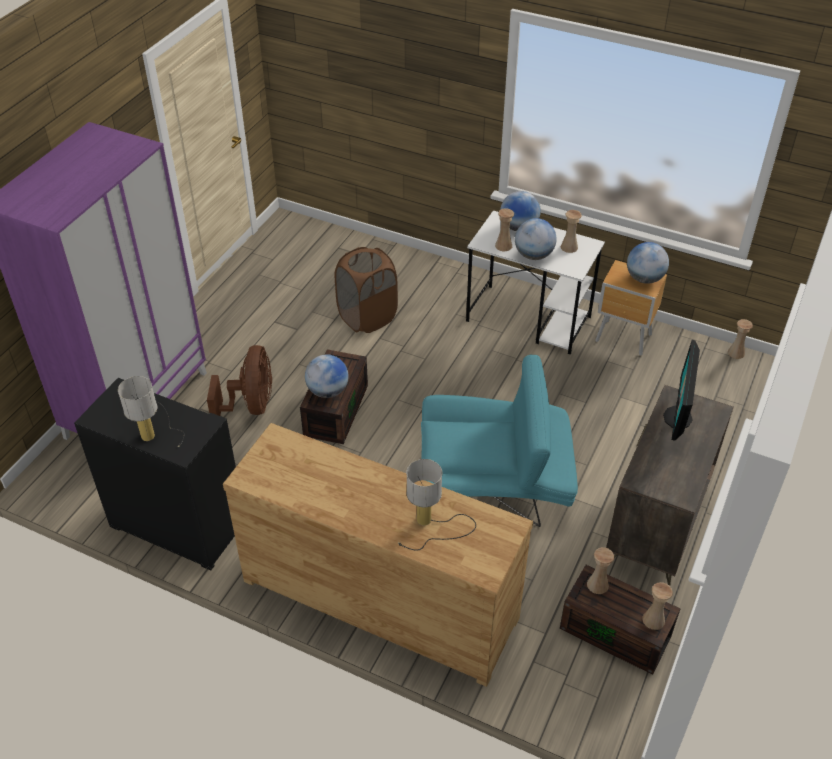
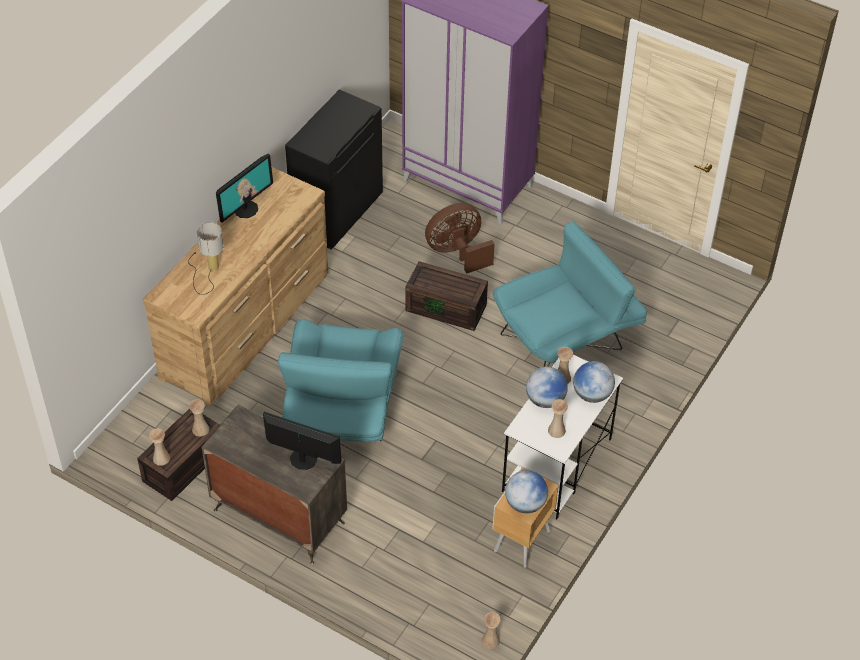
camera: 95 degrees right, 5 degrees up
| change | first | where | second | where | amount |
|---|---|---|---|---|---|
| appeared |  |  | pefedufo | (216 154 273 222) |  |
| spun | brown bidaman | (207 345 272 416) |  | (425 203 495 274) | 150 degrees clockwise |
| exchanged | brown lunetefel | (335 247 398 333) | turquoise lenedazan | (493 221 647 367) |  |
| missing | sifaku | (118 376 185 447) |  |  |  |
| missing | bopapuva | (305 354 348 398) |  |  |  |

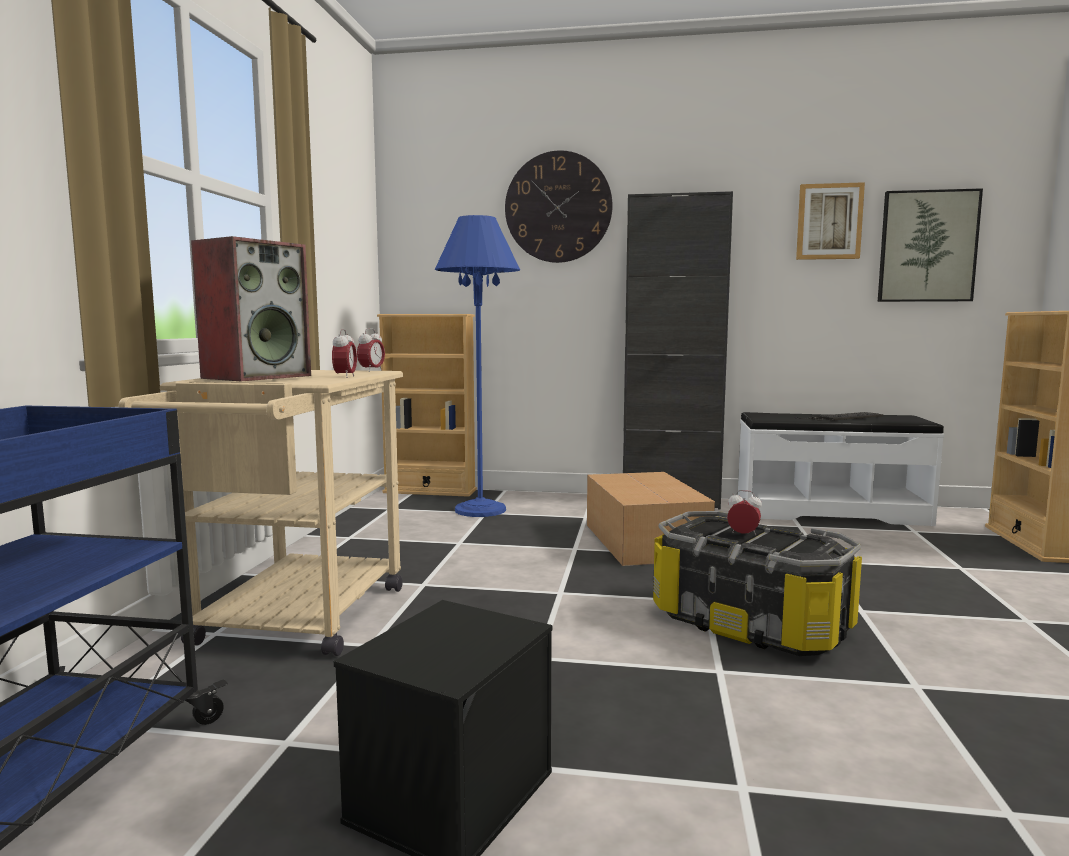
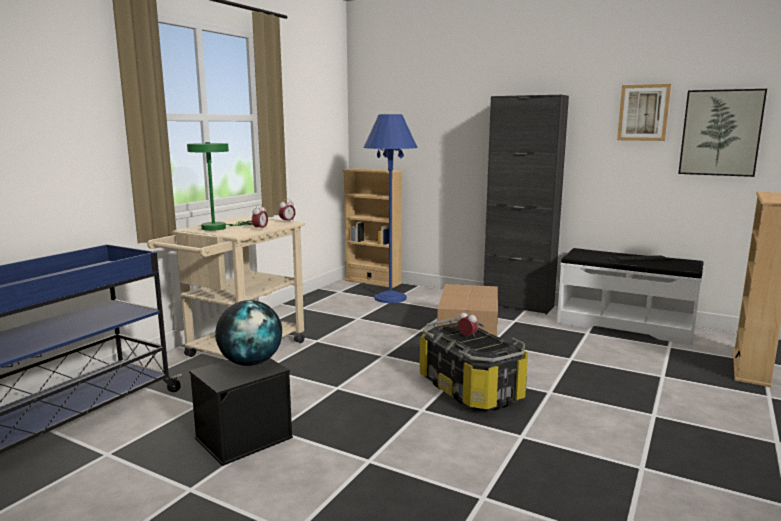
camera: 20 degrees right, 5 degrees up
| change | first | where | second | where | amount |
|---|---|---|---|---|---|
| exchanged | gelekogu | (191 236 311 381) | green sifaku | (187 142 253 231) |  |
| appeared |  |  | bopapuva | (215 300 282 366) |  |
| missing | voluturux | (505 150 612 263) |  |  |  |

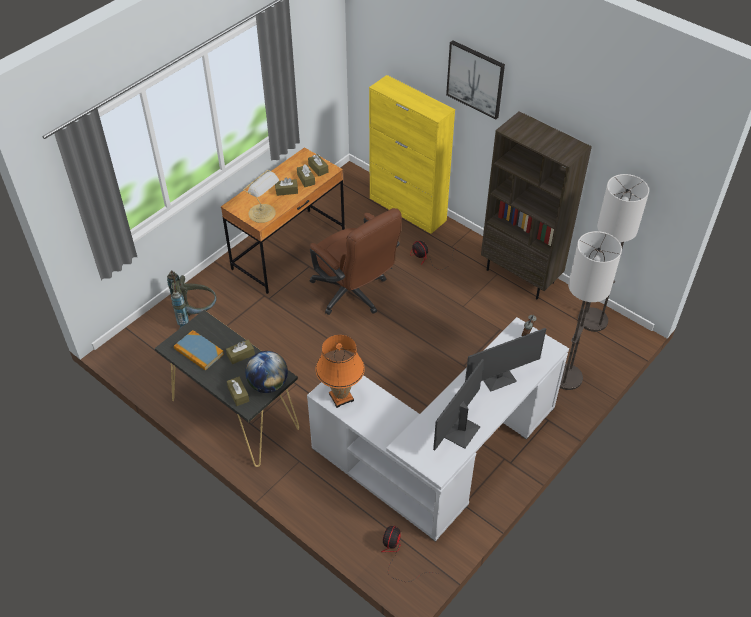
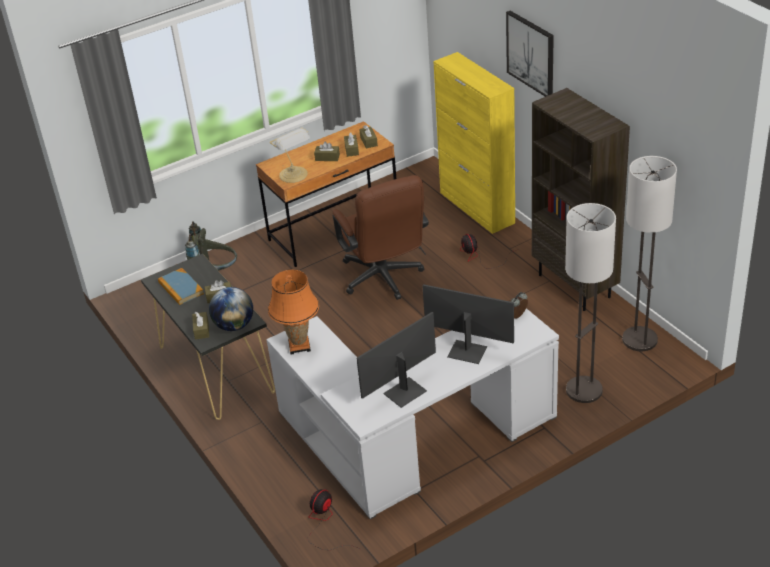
camera: 20 degrees right, 10 degrees down
| change | first | where | second | where | amount |
|---|---|---|---|---|---|
| spun | pefedufo | (465 328 546 392) |  | (422 284 514 364) | 150 degrees counterclockwise |

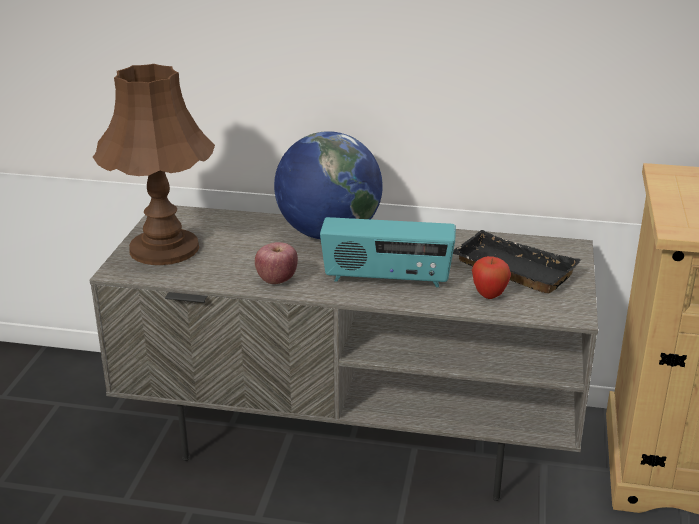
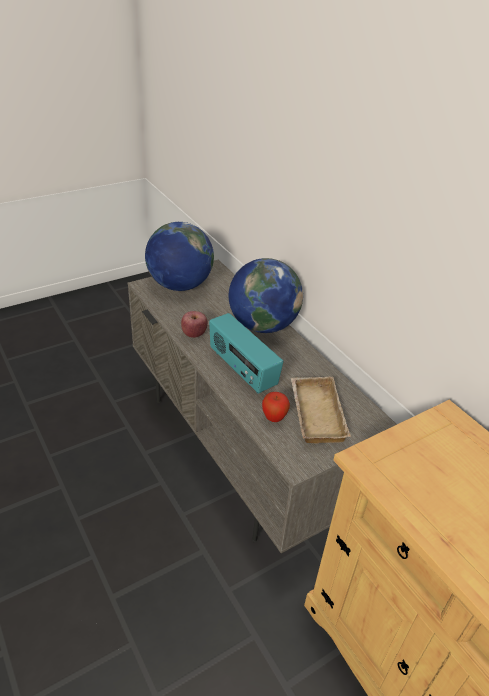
camera: 45 degrees right, 10 degrees up
| change | first | where | second | where | amount |
|---|---|---|---|---|---|
| exchanged | brown sifaku | (93 64 215 265) | bopapuva | (145 222 214 291) |  |
| colour | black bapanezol | (453 230 581 294) | beige bapanezol | (291 377 351 444) |  |

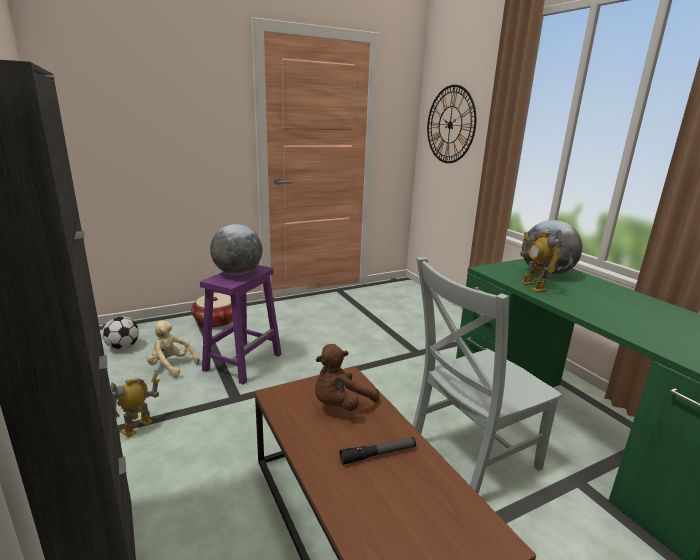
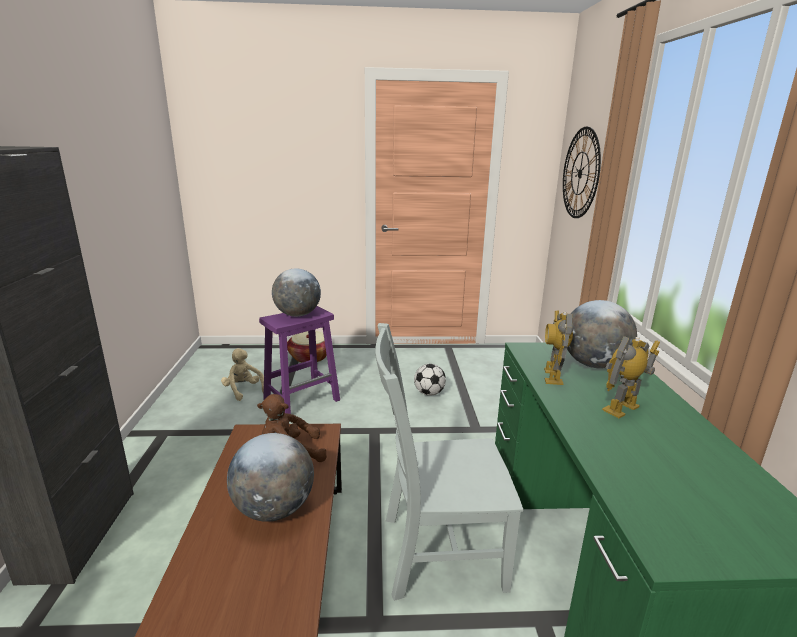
camera: 25 degrees right, 0 degrees up
| change | first | where | second | where | amount |
|---|---|---|---|---|---|
| exchanged | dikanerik | (340 437 416 465) | bopapuva | (227 433 314 522) |  |
| relocated | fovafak | (102 316 139 350) |  | (414 364 446 396) |  |
| relocated | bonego | (110 373 160 437) |  | (602 336 660 418) |  |

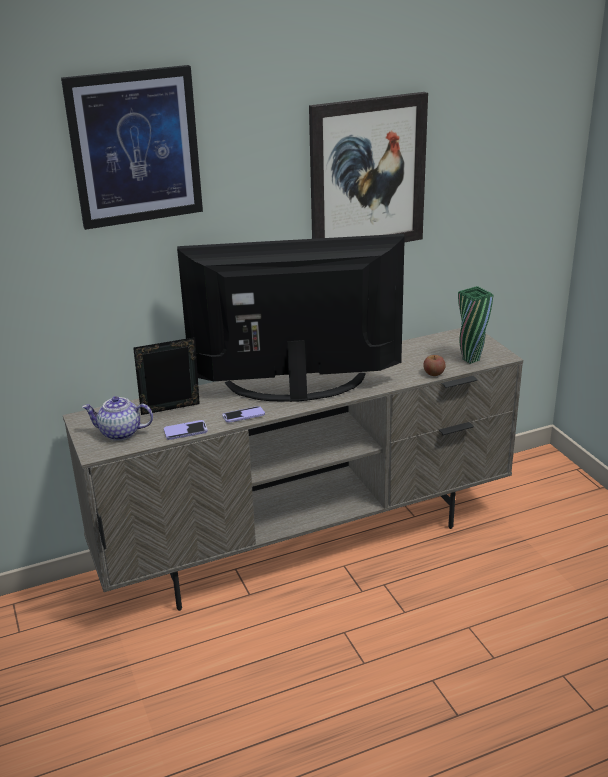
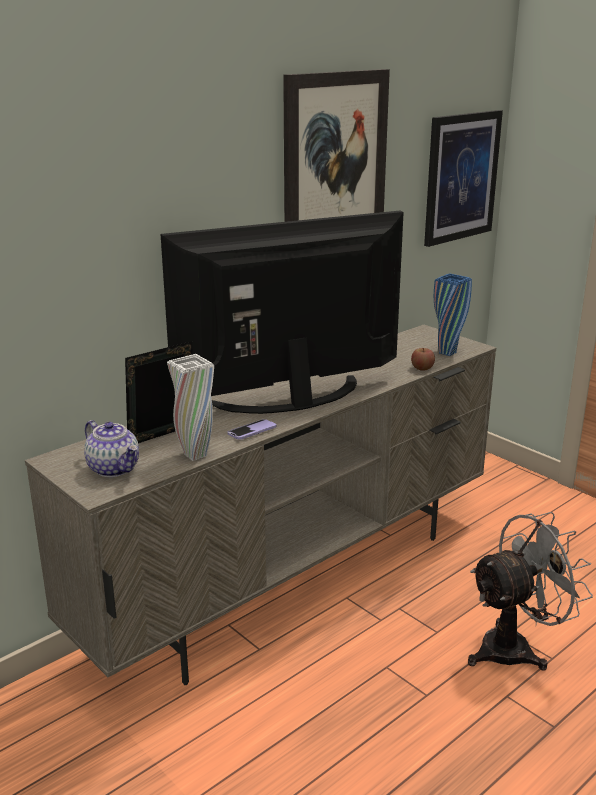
camera: 20 degrees left, 5 degrees down
| change | first | where | second | where | amount |
|---|---|---|---|---|---|
| spun | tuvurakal | (82 396 153 441) |  | (84 420 139 477) | 120 degrees counterclockwise |
| exchanged | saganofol | (164 420 208 440) | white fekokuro | (167 354 214 461) |  |
| relocated | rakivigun | (61 65 203 230) |  | (424 110 503 247) |  |
| colour | green fekokuro | (458 286 493 364) | blue fekokuro | (434 273 472 356) |  |
| appeared |  |  | grey bidaman | (468 512 593 670) |  |

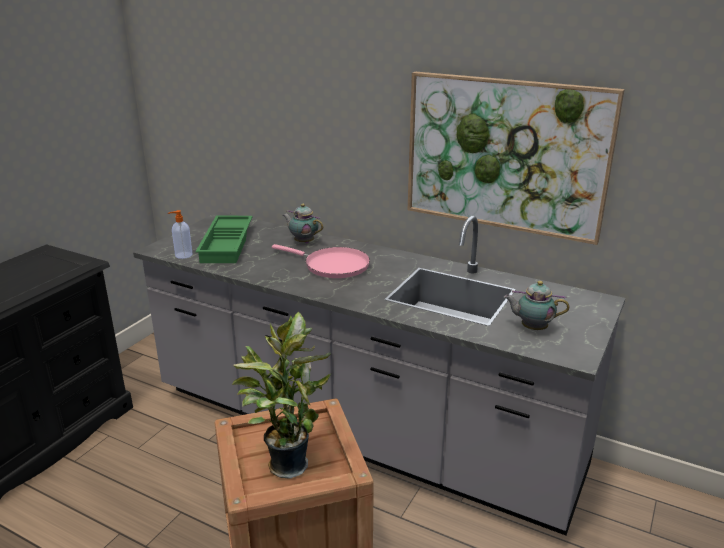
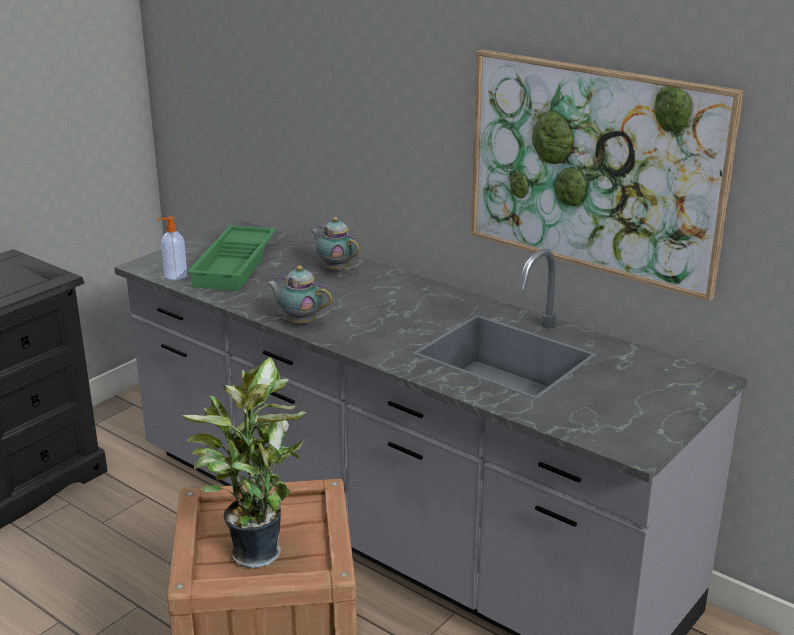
camera: 10 degrees right, 0 degrees up
| change | first | where | second | where | amount |
|---|---|---|---|---|---|
| relocated | tuvurakal | (504 281 569 330) |  | (266 266 332 324) |  |
| missing | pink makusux | (272 244 370 278) |  |  |  |

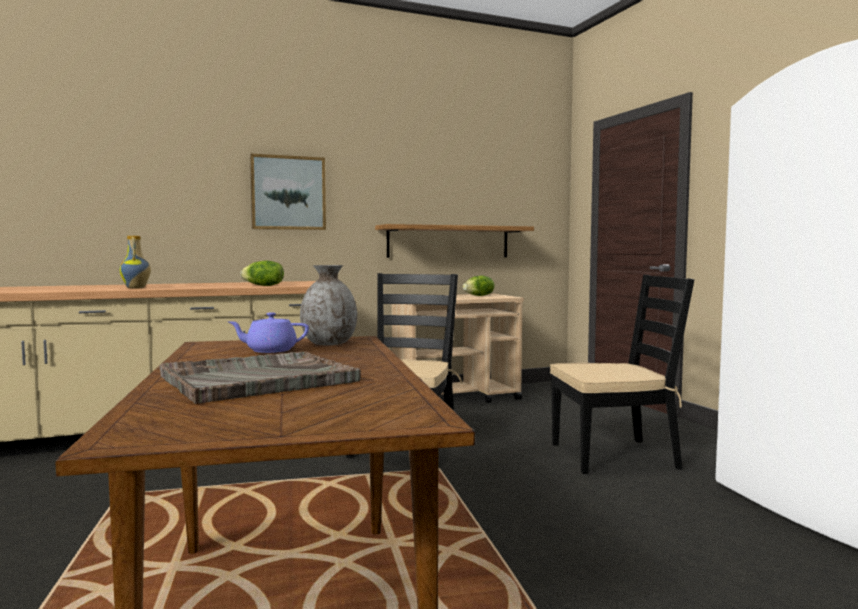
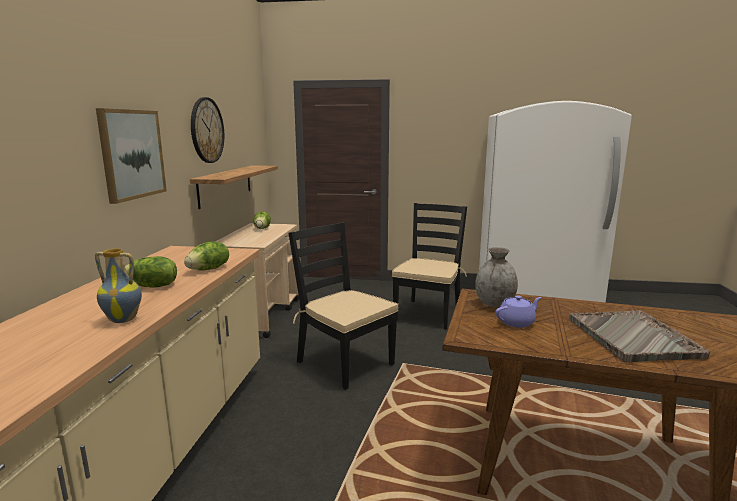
camera: 60 degrees left, 10 degrees up
| change | first | where | second | where | amount |
|---|---|---|---|---|---|
| appeared |  |  | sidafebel | (125 256 177 288) |  |
| appeared |  |  | voluturux | (191 97 224 163) |  |
| spun | purple tuvurakal | (229 312 309 353) |  | (495 295 542 328) | 135 degrees counterclockwise |

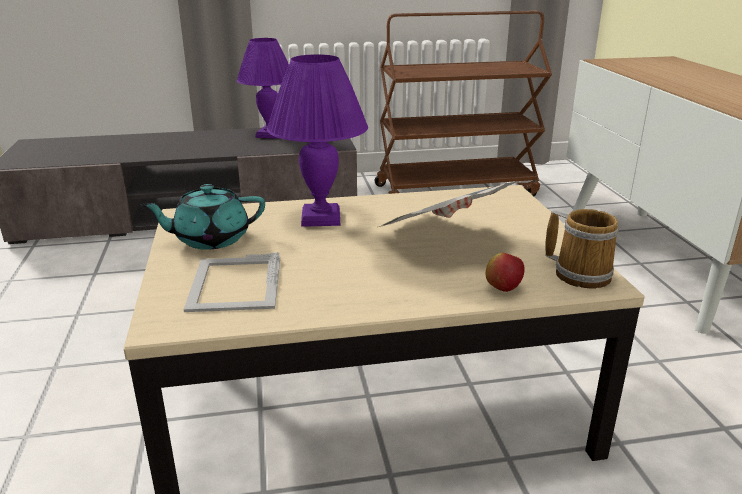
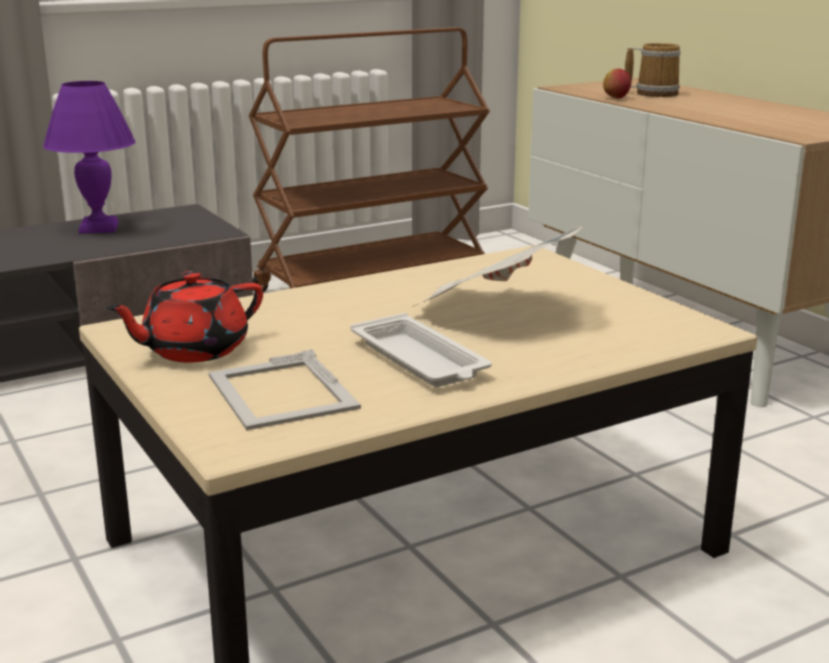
camera: 20 degrees left, 5 degrees down
| change | first | where | second | where | amount |
|---|---|---|---|---|---|
| colour | turquoise tuvurakal | (141 184 265 250) | red tuvurakal | (106 271 263 363) |  |
| appeared |  |  | white bapanezol | (350 313 492 387) |  |
| relocated | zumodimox | (486 253 525 292) |  | (603 69 631 98) |  |
| relocated | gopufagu | (545 209 619 289) |  | (625 43 681 97) |  |
| missing | purple sifaku | (267 54 368 227) |  |  |  |

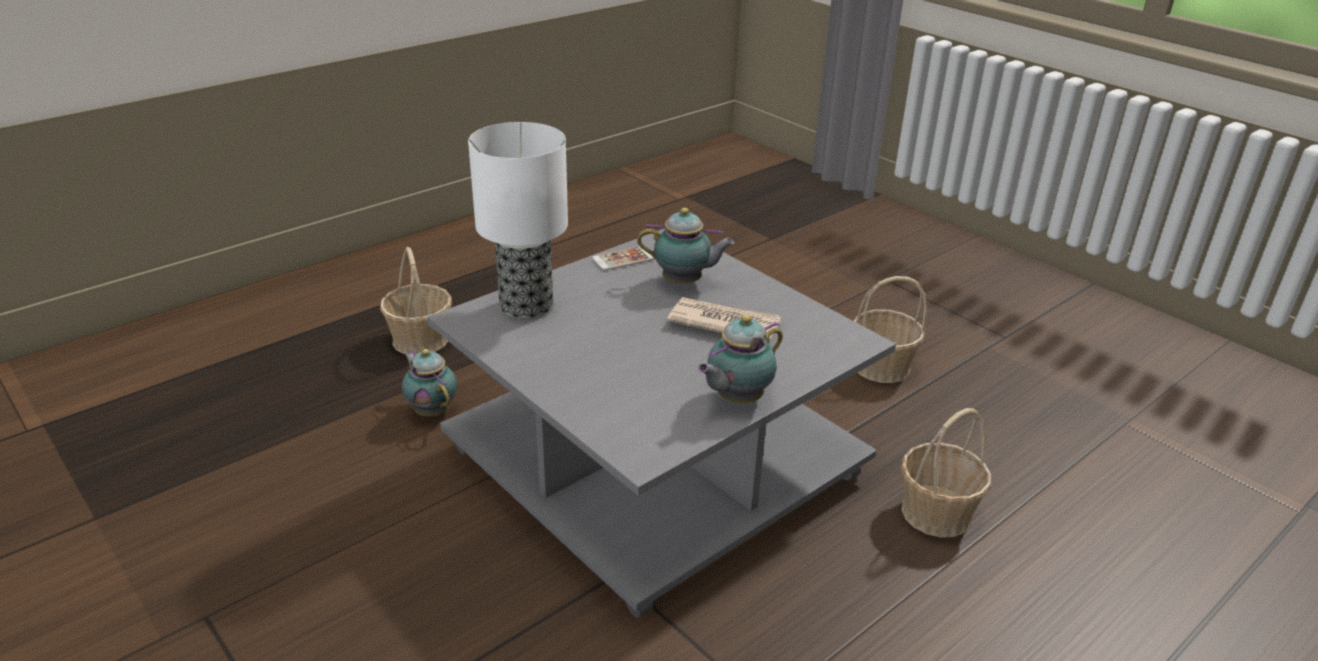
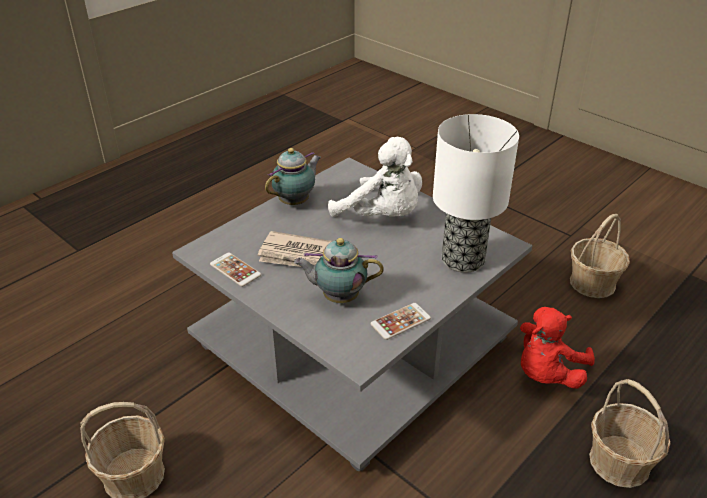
camera: 175 degrees right, 5 degrees up
| change | first | where | second | where | amount |
|---|---|---|---|---|---|
| appeared |  |  | saganofol | (210 253 261 287) |  |
| appeared |  |  | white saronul | (328 137 422 217) |  |
| exchanged | tuvurakal | (402 349 457 417) | red saronul | (520 307 595 389) |  |
| relocated | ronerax | (901 408 991 538) |  | (570 214 630 298) |  |

